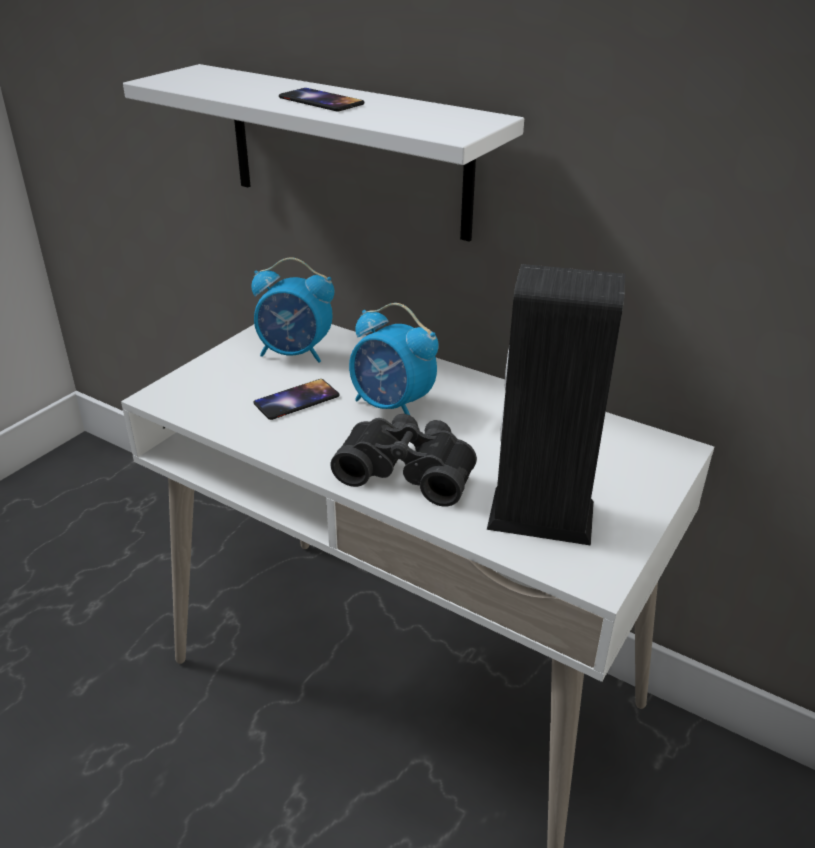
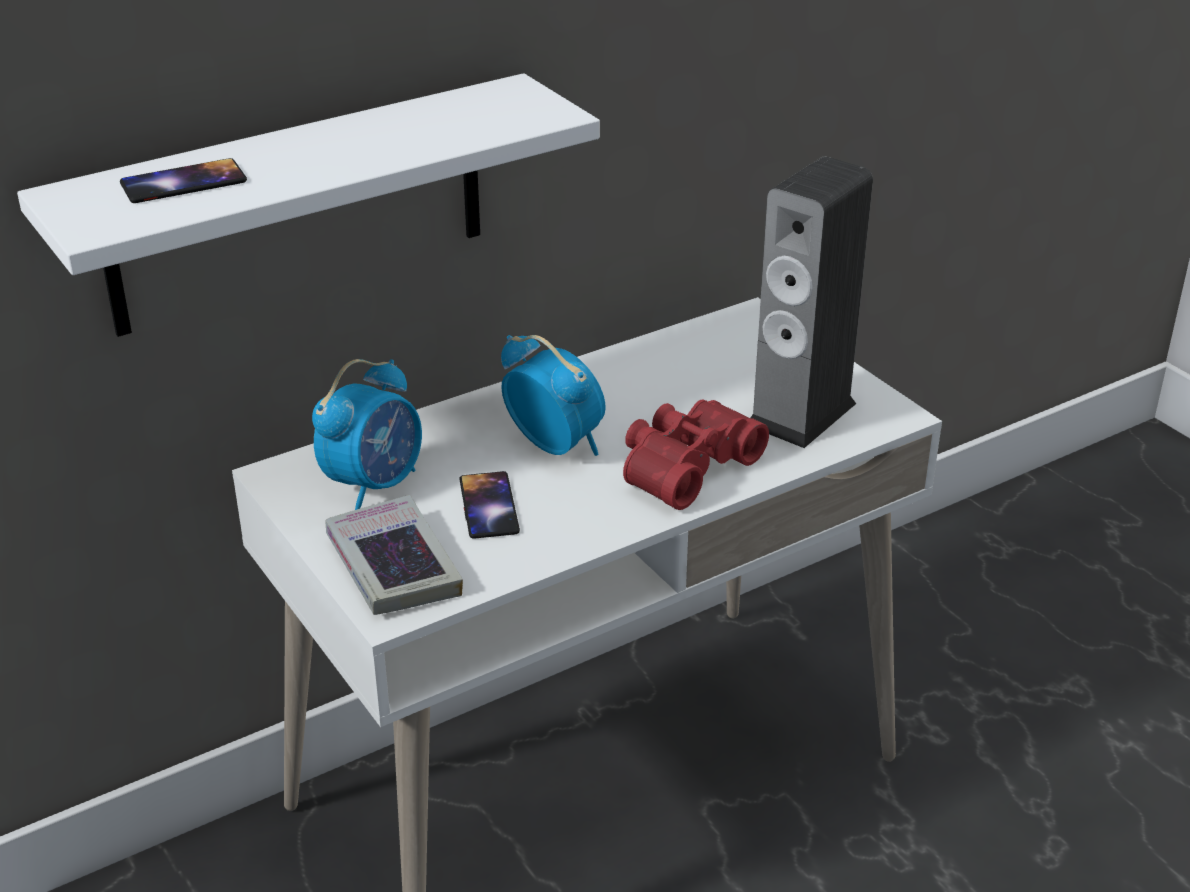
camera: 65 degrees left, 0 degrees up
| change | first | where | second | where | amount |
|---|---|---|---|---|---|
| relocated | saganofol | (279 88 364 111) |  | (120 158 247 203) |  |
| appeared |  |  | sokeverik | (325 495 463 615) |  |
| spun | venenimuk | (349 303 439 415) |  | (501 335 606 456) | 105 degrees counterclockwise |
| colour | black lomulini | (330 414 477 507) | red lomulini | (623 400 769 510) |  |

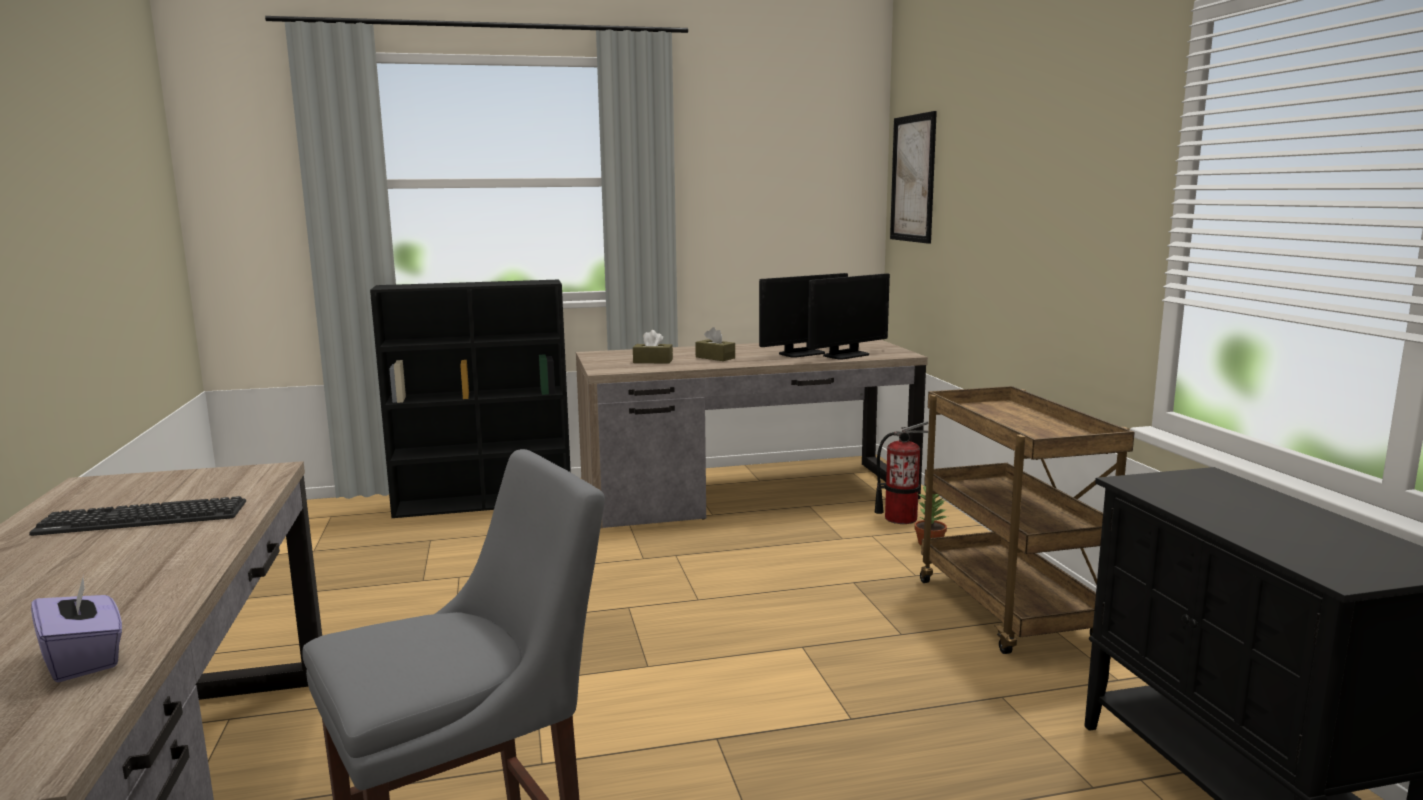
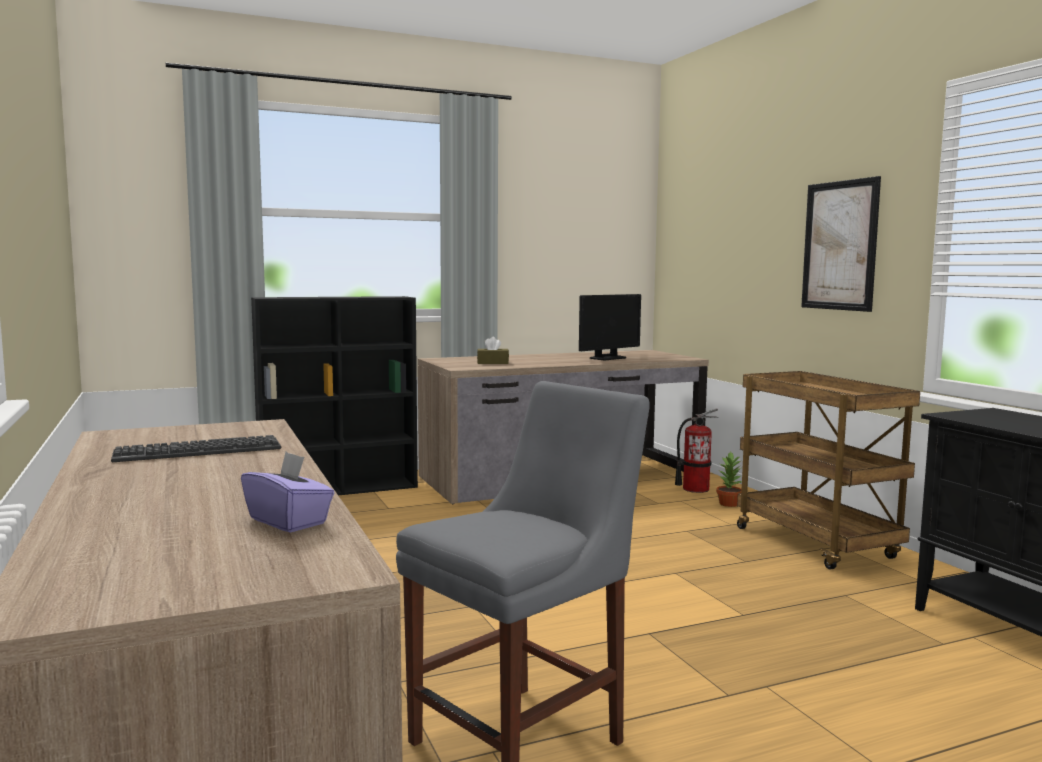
camera: 10 degrees left, 5 degrees down
| change | first | where | second | where | amount |
|---|---|---|---|---|---|
| relocated | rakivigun | (890 111 937 244) |  | (801 176 881 312) |  |
| missing | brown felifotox | (695 327 735 361) |  |  |  |
| missing | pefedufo | (808 273 890 360) |  |  |  |

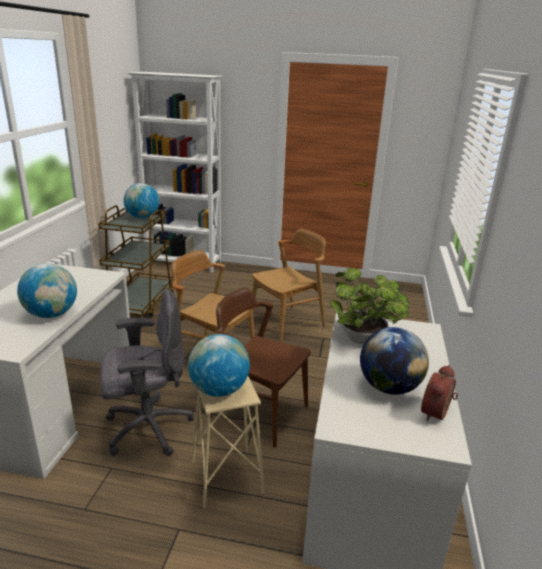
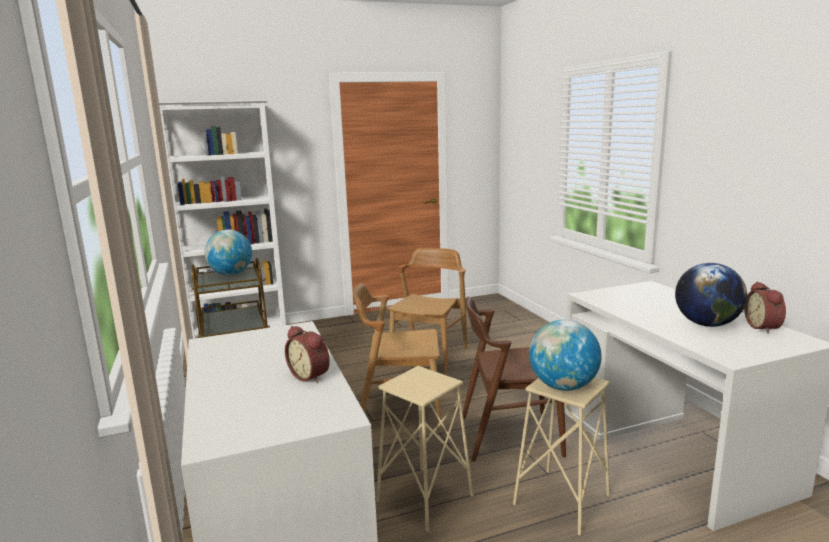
camera: 30 degrees left, 10 degrees down
| change | first | where | second | where | amount |
|---|---|---|---|---|---|
| exchanged | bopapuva | (17 263 77 318) | venenimuk | (285 326 330 383) |  |
| exchanged | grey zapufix | (100 289 194 456) | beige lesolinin | (376 366 474 532) |  |
| missing | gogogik | (330 268 409 344) |  |  |  |

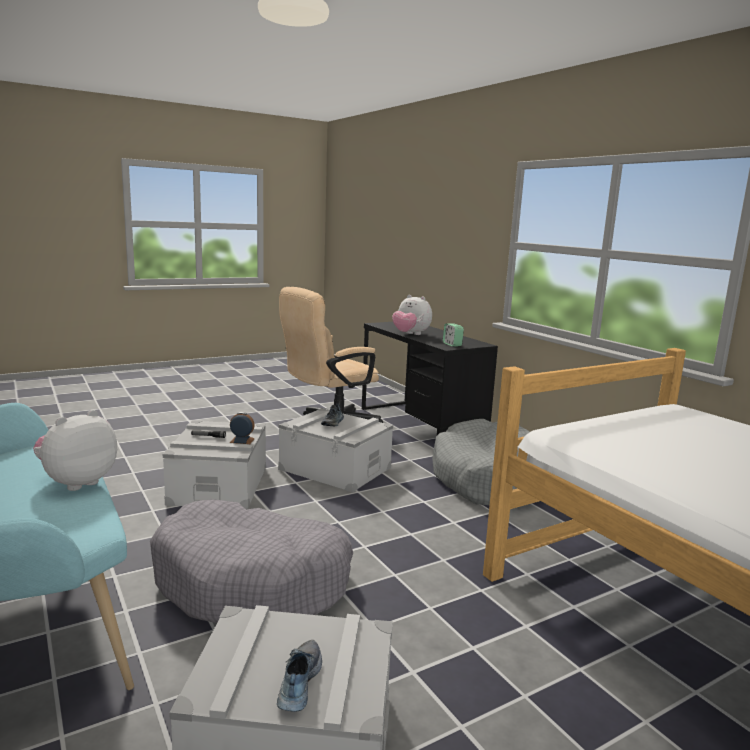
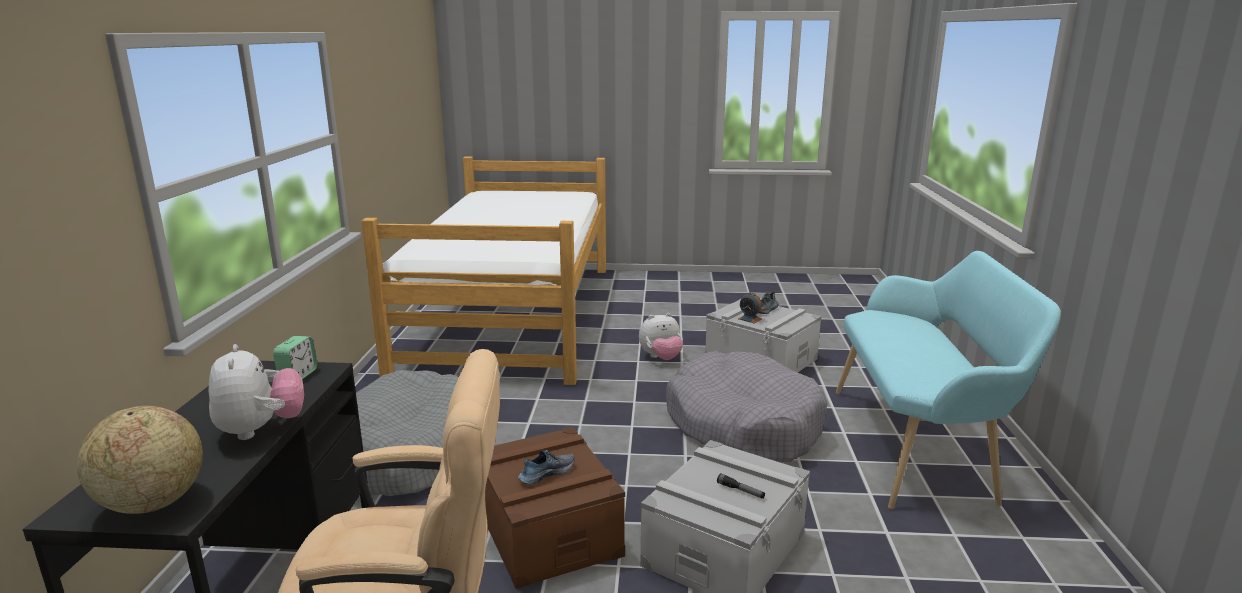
camera: 145 degrees left, 5 degrees up
| change | first | where | second | where | amount |
|---|---|---|---|---|---|
| appeared |  |  | bopapuva | (77 406 203 514) |  |
| colour | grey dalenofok | (278 408 393 493) | brown dalenofok | (485 427 625 589) |  |
| relocated | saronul | (33 410 117 491) |  | (639 313 683 360) |  |
| relocated | venenimuk | (230 412 255 444) |  | (738 293 762 324) |  |

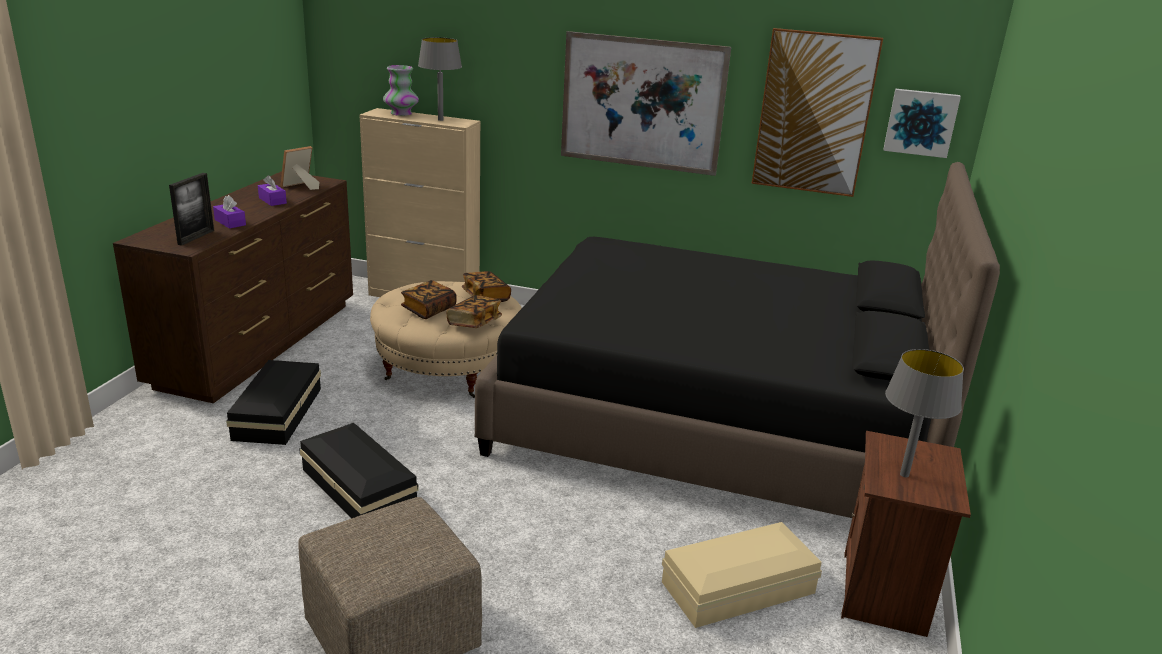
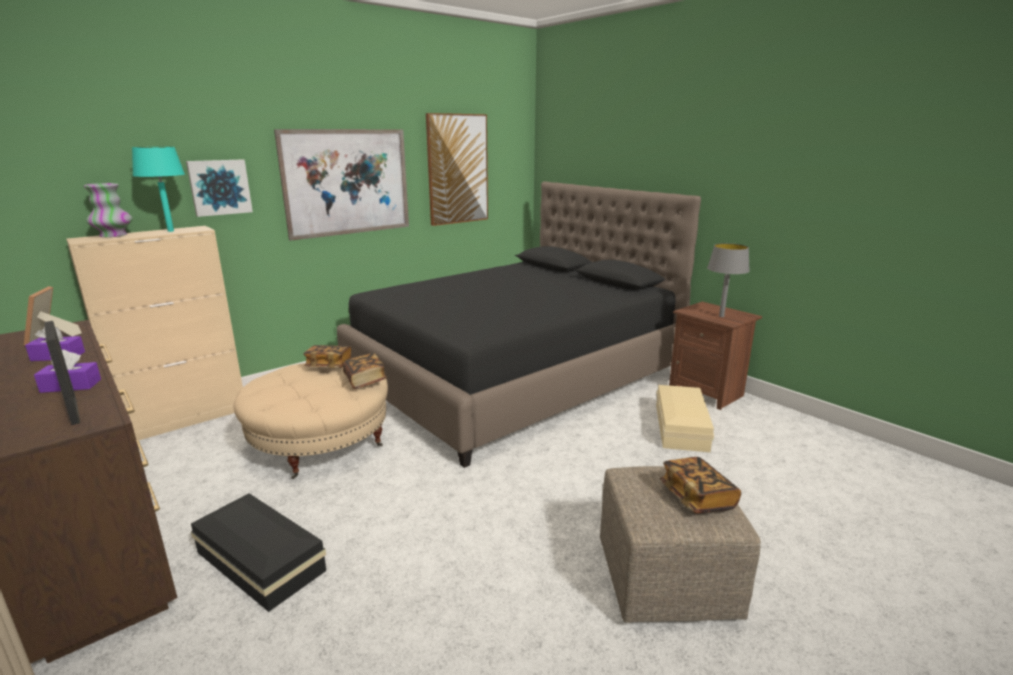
camera: 55 degrees left, 5 degrees down
| change | first | where | second | where | amount |
|---|---|---|---|---|---|
| colour | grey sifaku | (418 37 462 121) | turquoise sifaku | (132 147 185 232) |  |
| relocated | rakivigun | (883 89 961 158) |  | (186 159 253 217) |  |
| relocated | sokeverik | (401 280 457 319) |  | (660 457 741 514) |  |
| missing | black dalenofok | (299 423 419 519) |  |  |  |

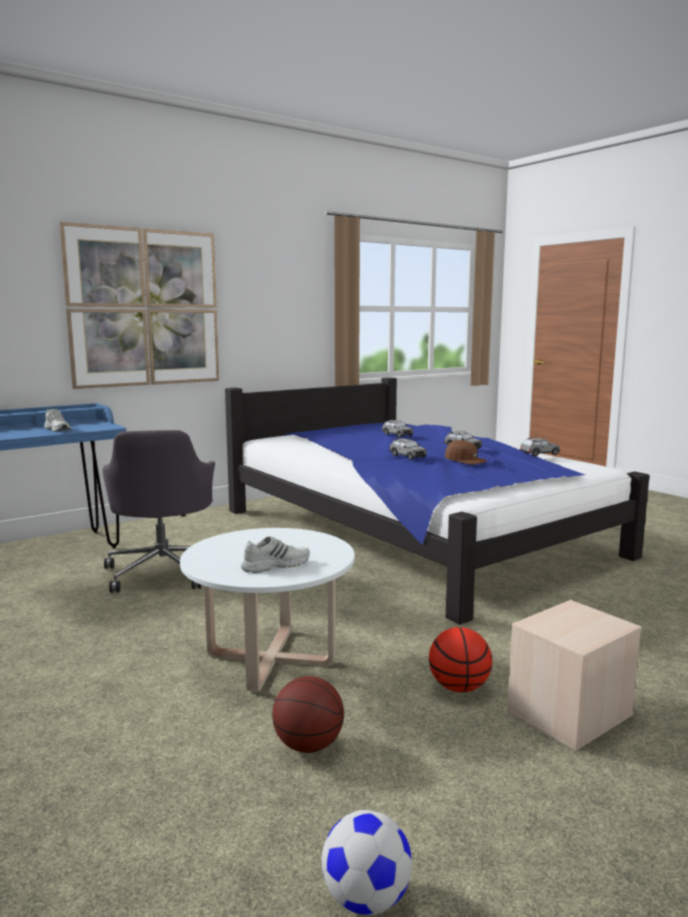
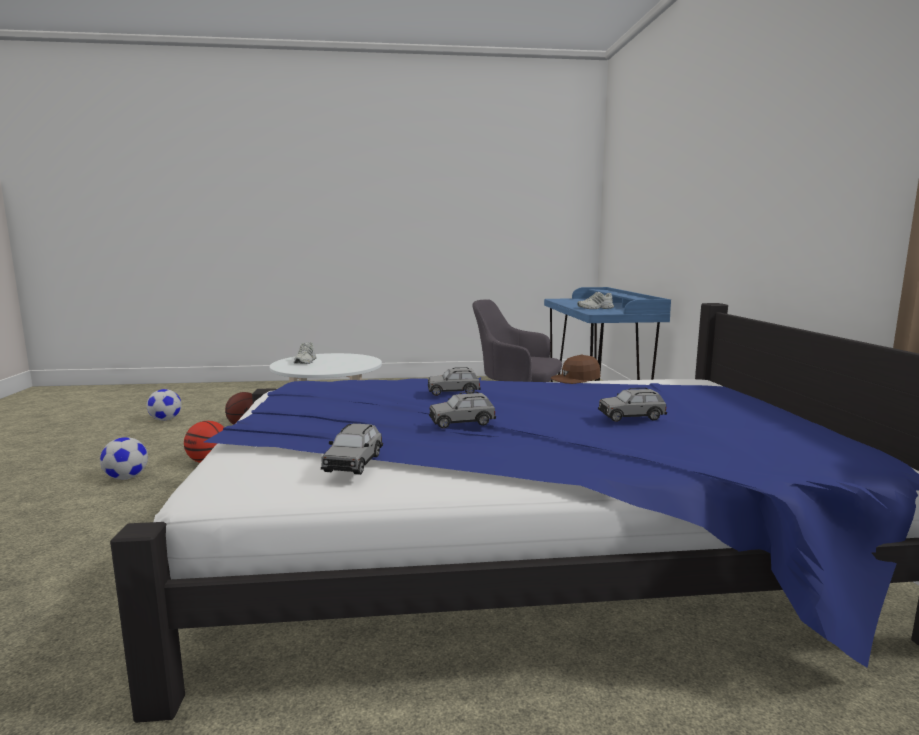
camera: 120 degrees right, 0 degrees up
| change | first | where | second | where | amount |
|---|---|---|---|---|---|
| exchanged | beige dalenofok | (507 600 642 751) | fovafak | (100 437 148 479) |  |
| relocated | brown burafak | (445 440 487 465) |  | (551 354 600 384) |  |
| missing | rakivigun | (59 222 219 389) |  |  |  |

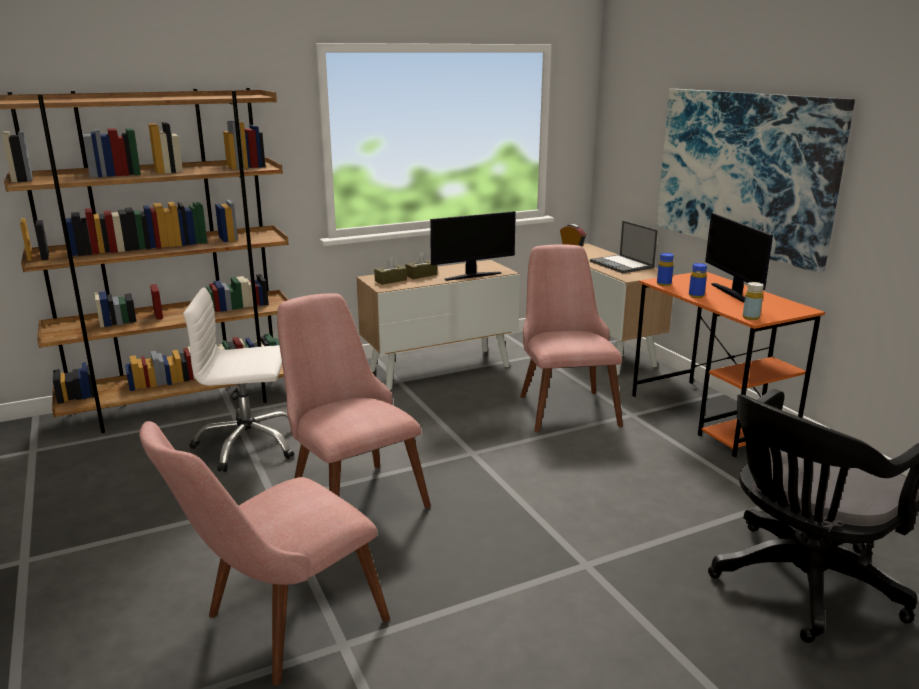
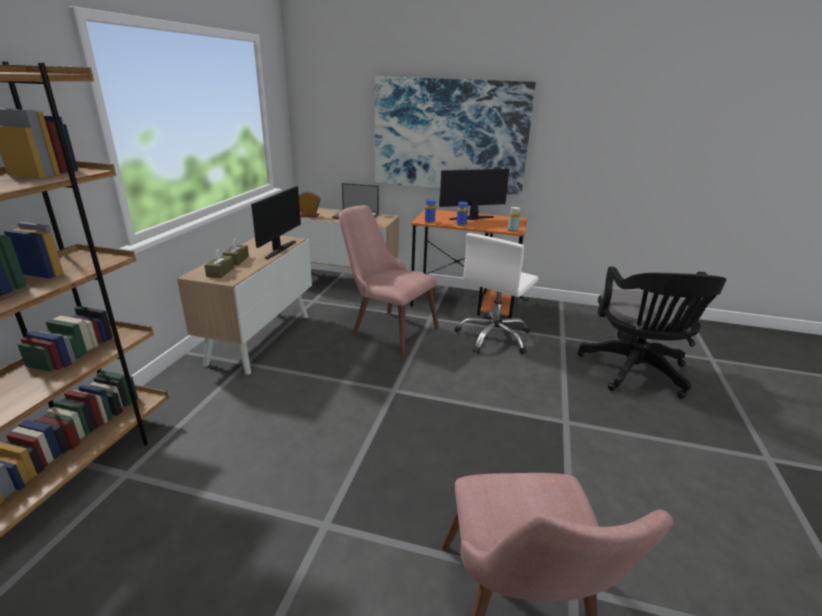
camera: 50 degrees left, 5 degrees up
| change | first | where | second | where | amount |
|---|---|---|---|---|---|
| spun | pefedufo | (705 213 773 302) |  | (439 169 509 220) | 135 degrees clockwise |
| relocated | white zapufix | (183 288 294 472) |  | (455 233 539 354) |  |
| missing | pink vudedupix | (277 293 431 508) |  |  |  |

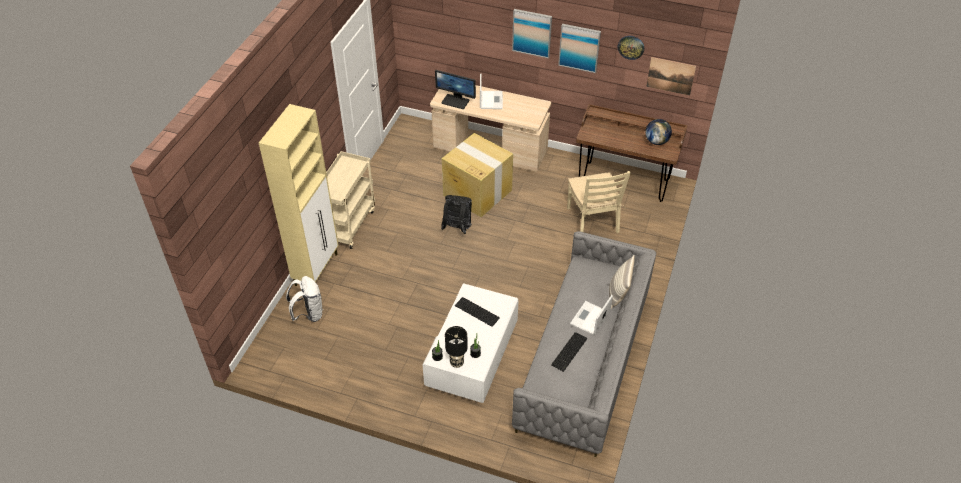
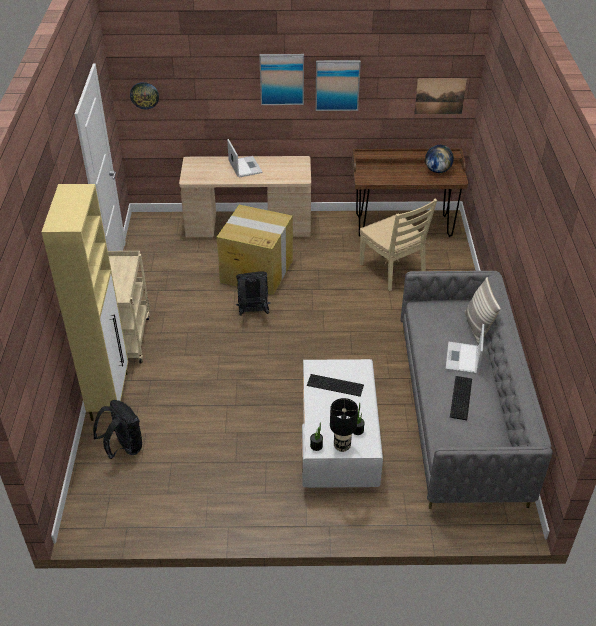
camera: 20 degrees left, 5 degrees down
| change | first | where | second | where | amount |
|---|---|---|---|---|---|
| colour | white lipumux | (286 276 323 322) | black lipumux | (93 400 142 459) |  |
| relocated | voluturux | (618 36 644 60) |  | (130 82 159 109) |  |
| missing | pefedufo | (435 70 476 109) |  |  |  |

